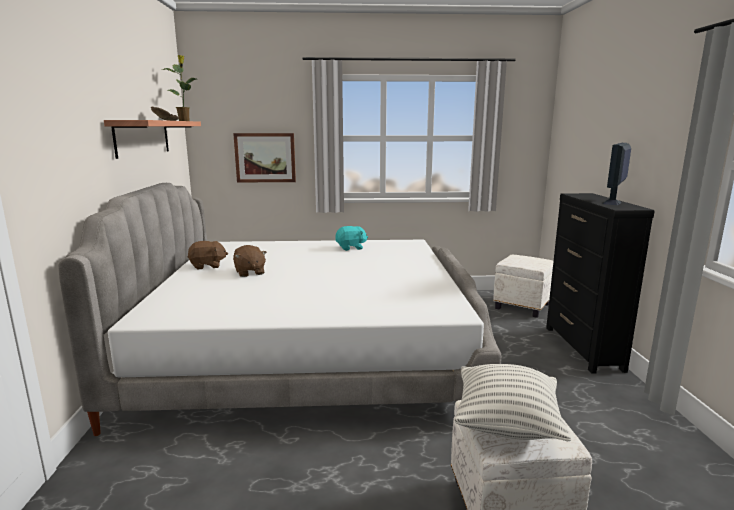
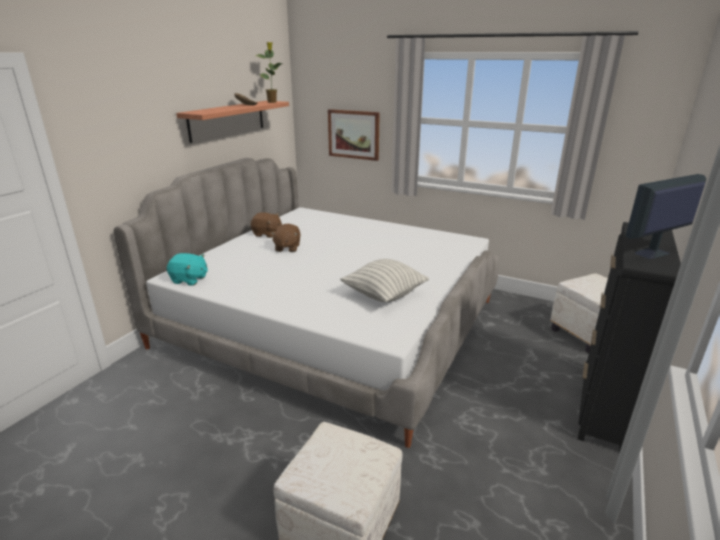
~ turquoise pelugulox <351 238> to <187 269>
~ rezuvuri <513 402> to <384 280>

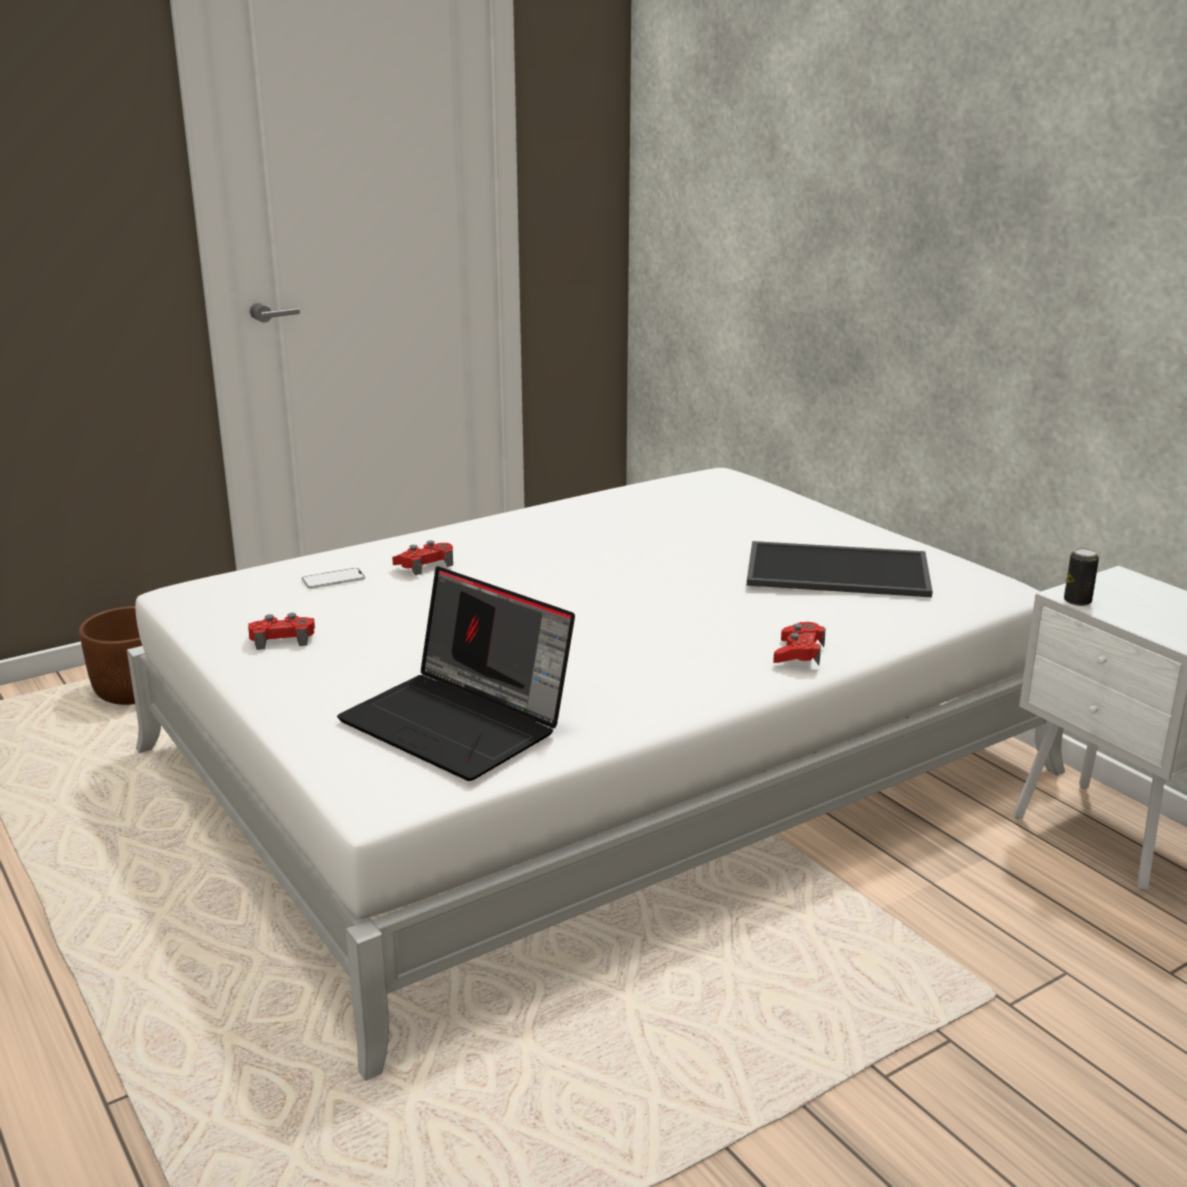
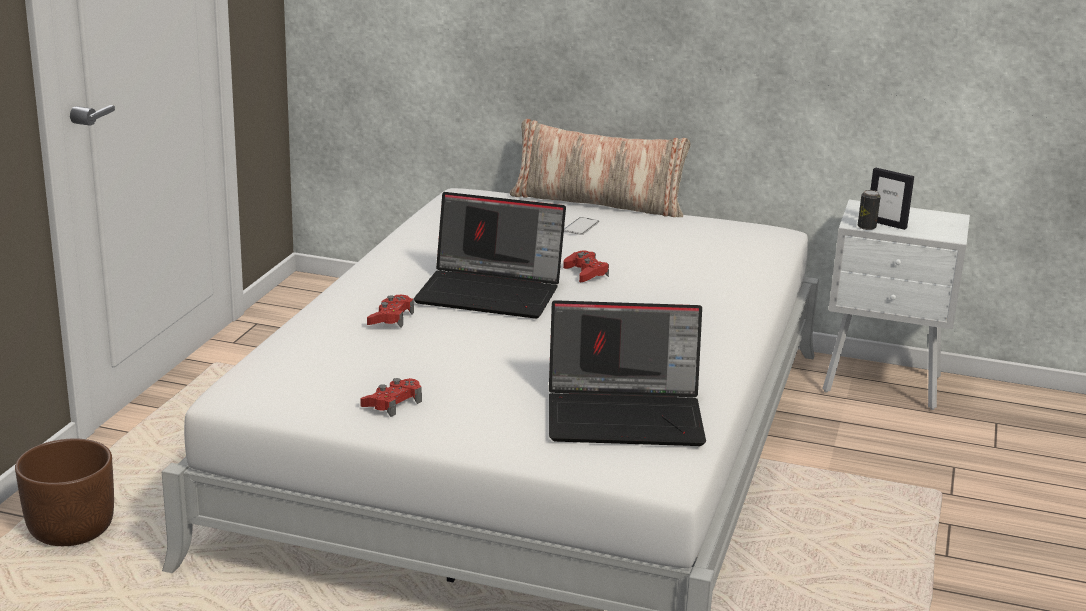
- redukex <840 569>
~ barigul <333 578> to <581 226>
~ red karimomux <799 643> to <586 266>
+ rezuvuri <600 168>
+ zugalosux <892 198>
+ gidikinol <490 255>

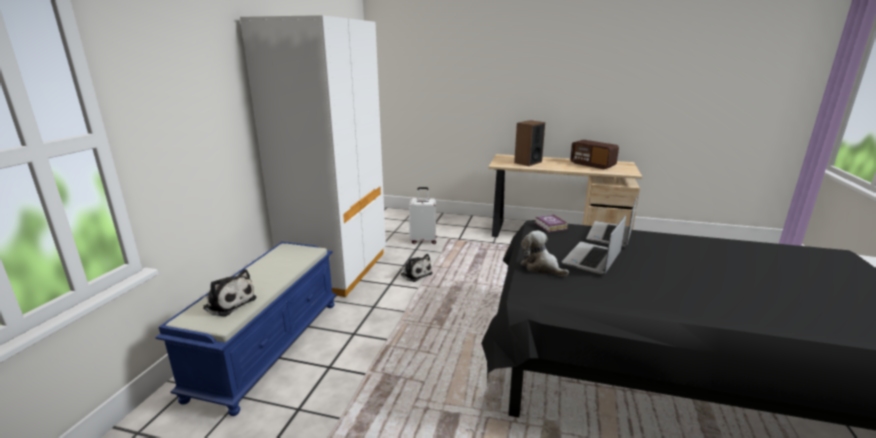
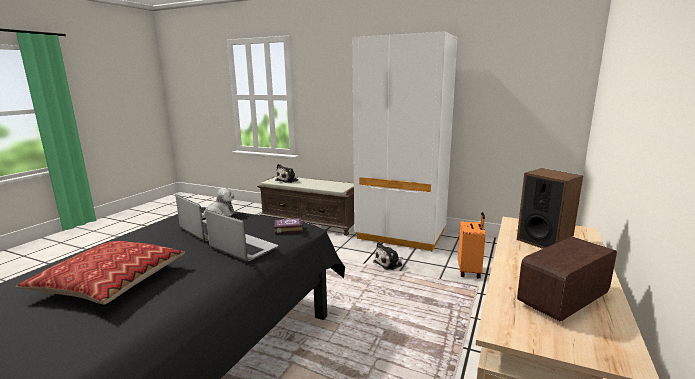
~ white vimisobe <422 215> to orange vimisobe <472 245>
~ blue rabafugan <246 329> to brown rabafugan <305 206>
+ rezuvuri <100 273>

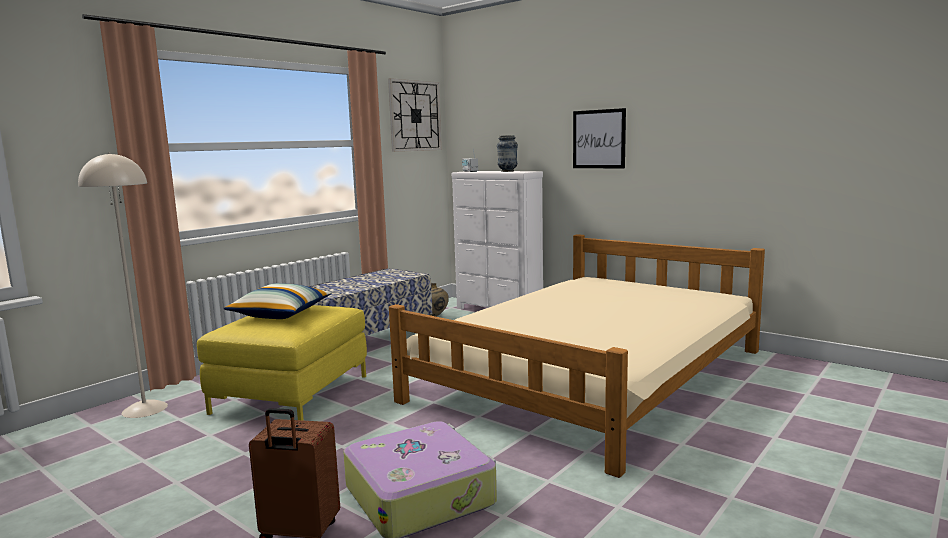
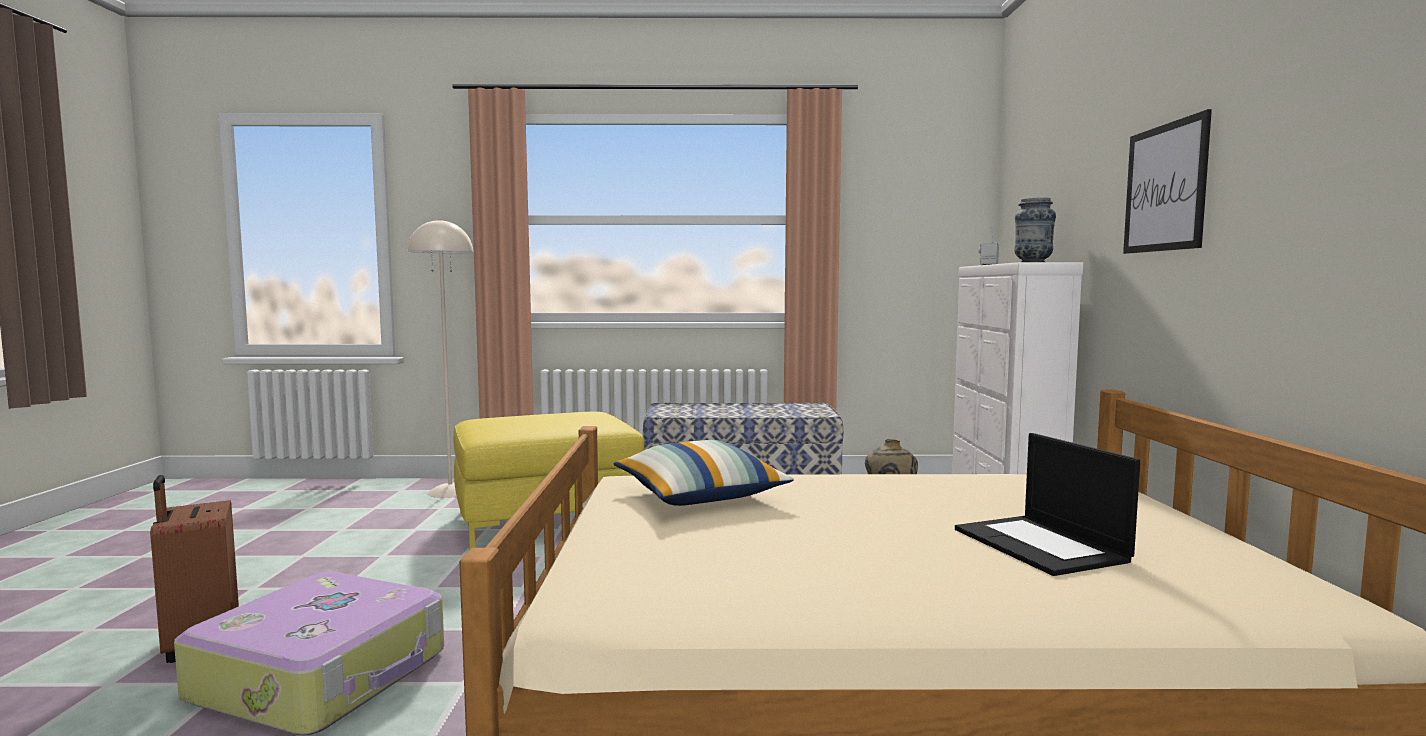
- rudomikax <415 115>
~ rezuvuri <278 301> to <704 473>
+ gidikinol <1047 504>

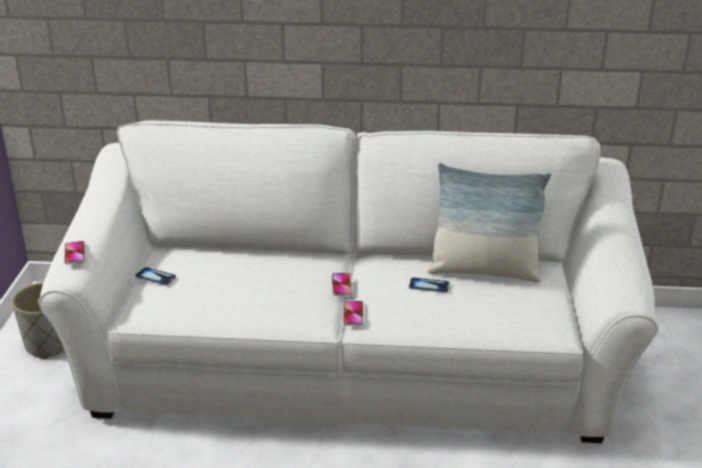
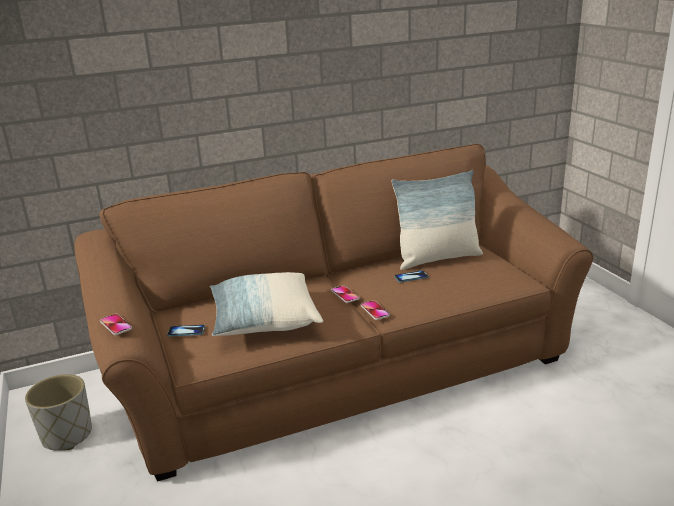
~ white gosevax <348 281> to brown gosevax <333 313>
+ rezuvuri <266 304>

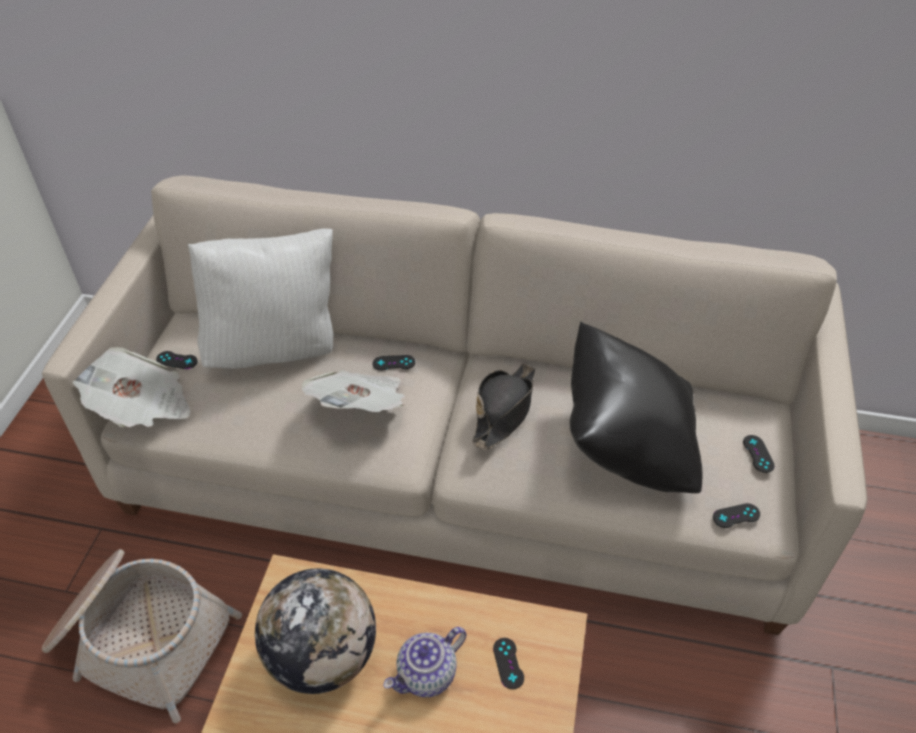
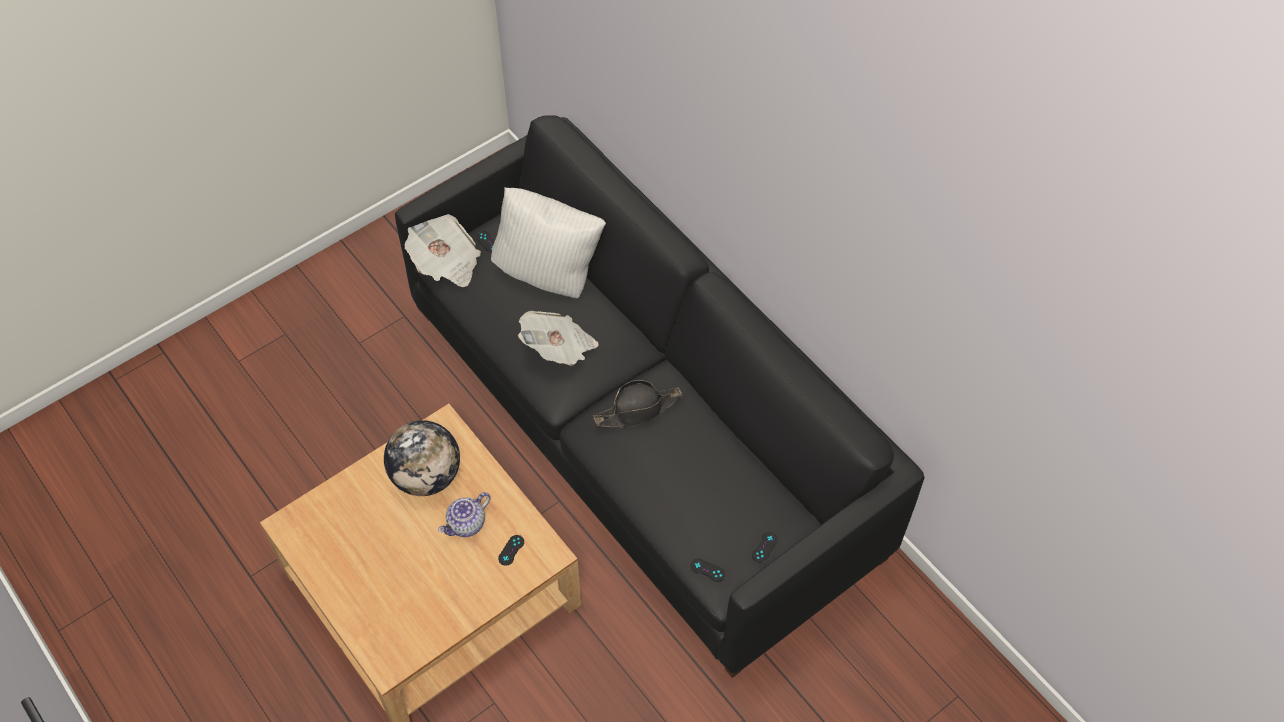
~ beige gosevax <454 405> to black gosevax <660 396>
- black rezuvuri <636 407>
- black karimomux <393 363>
- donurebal <142 636>
~ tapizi <424 662> = <464 514> 45 degrees counterclockwise

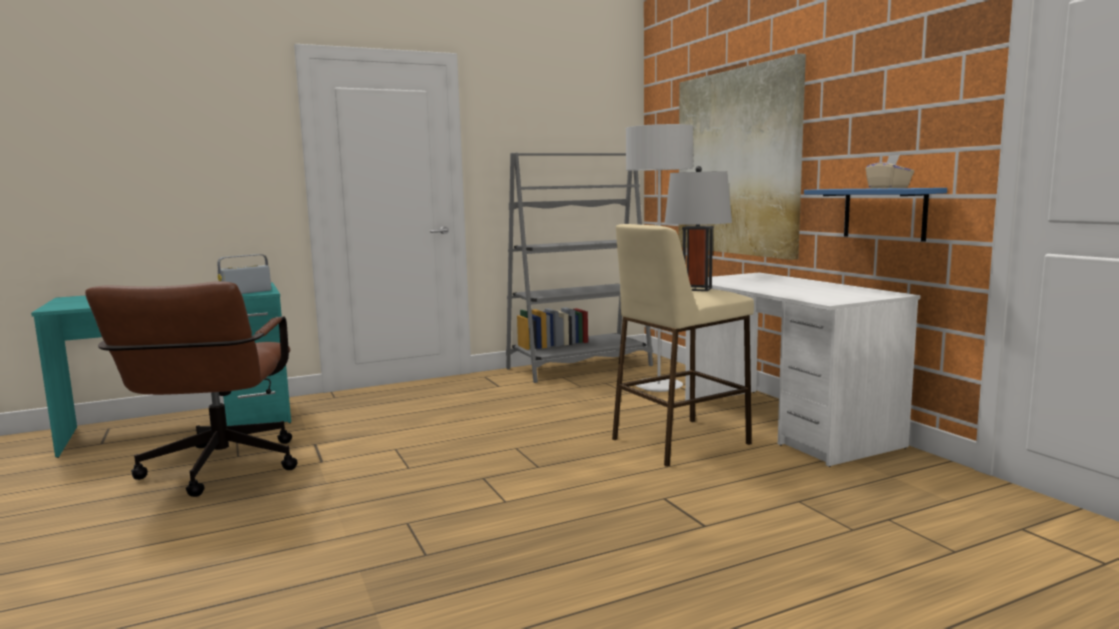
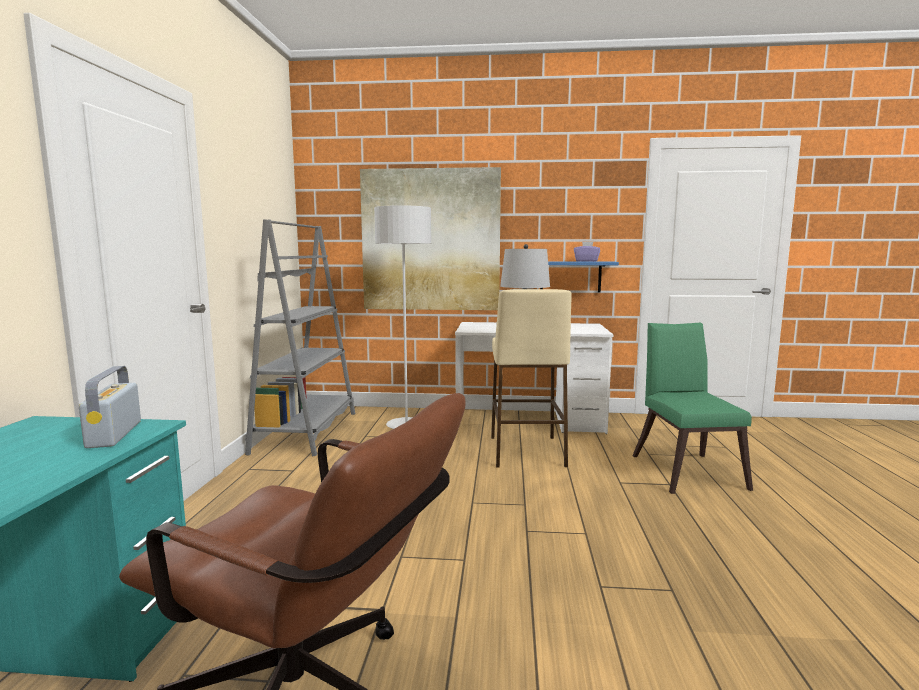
~ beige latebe <890 171> to purple latebe <587 252>
+ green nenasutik <692 408>

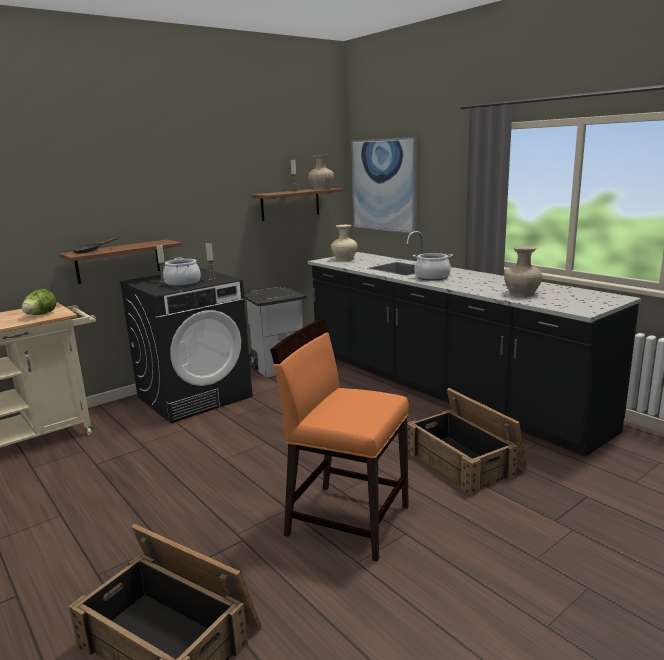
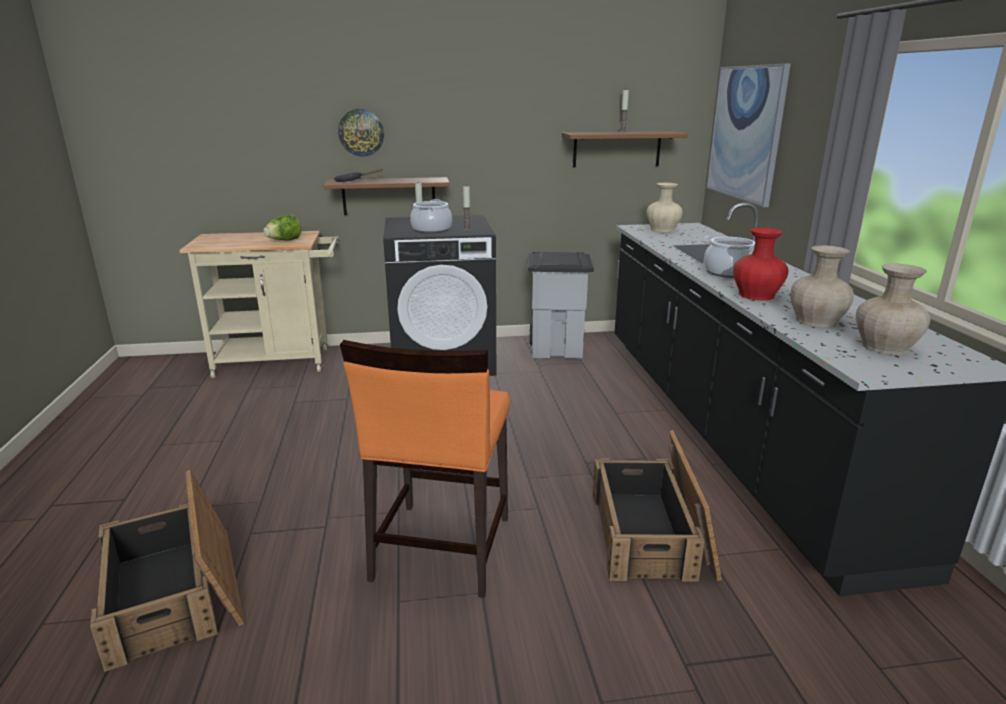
~ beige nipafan <321 172> to <893 309>
~ orange nenasutik <339 440> = <425 469> 135 degrees counterclockwise
+ rudomikax <361 132>
+ red nipafan <760 264>

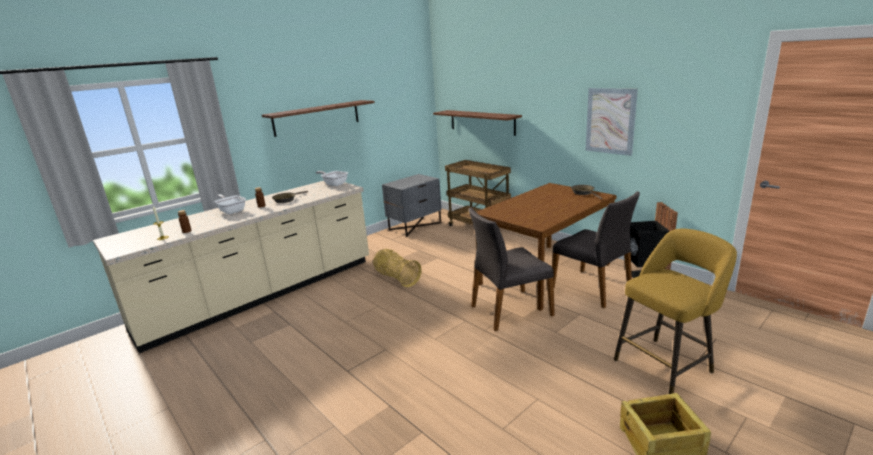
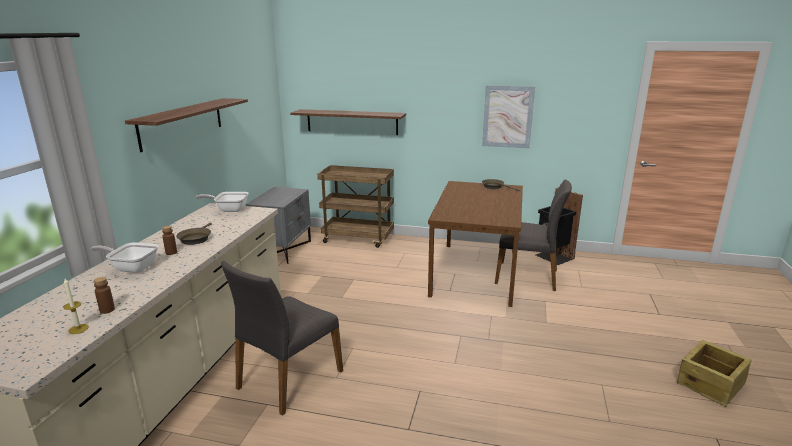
~ grey nenasutik <512 269> to <282 338>
- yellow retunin <675 311>
- donurebal <397 268>

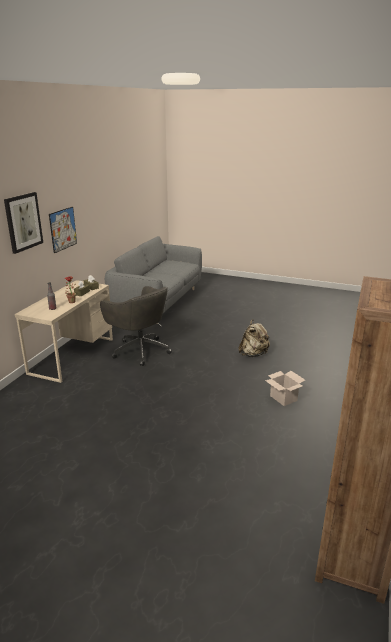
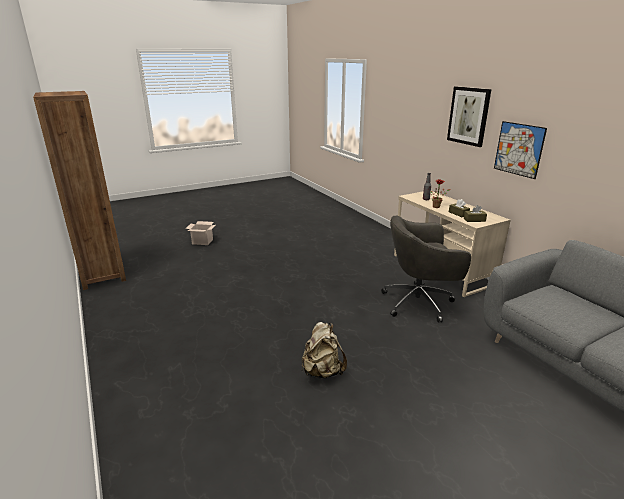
~ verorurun <285 388> to <200 233>

